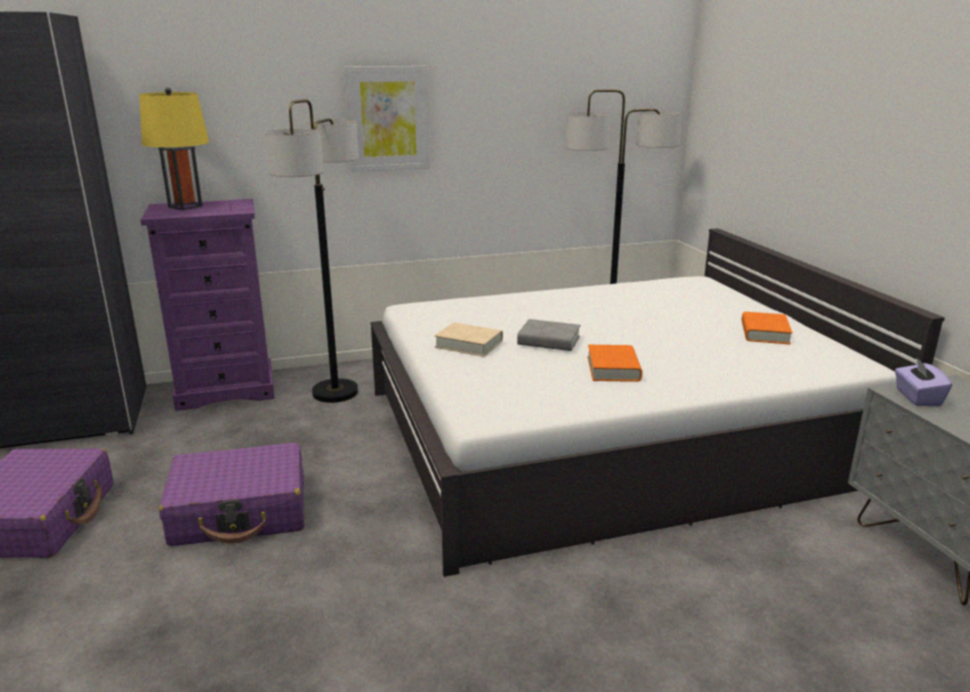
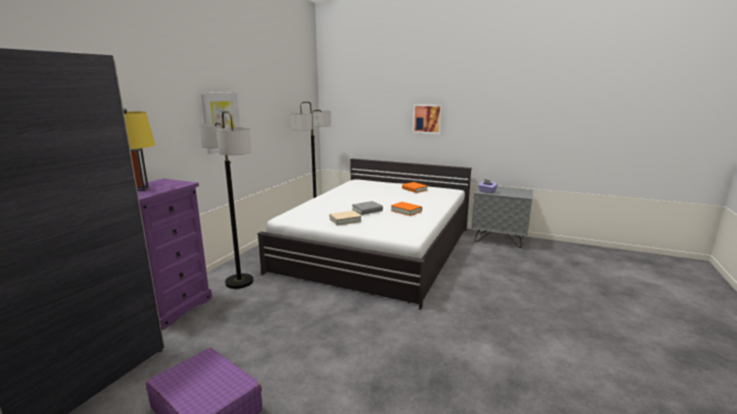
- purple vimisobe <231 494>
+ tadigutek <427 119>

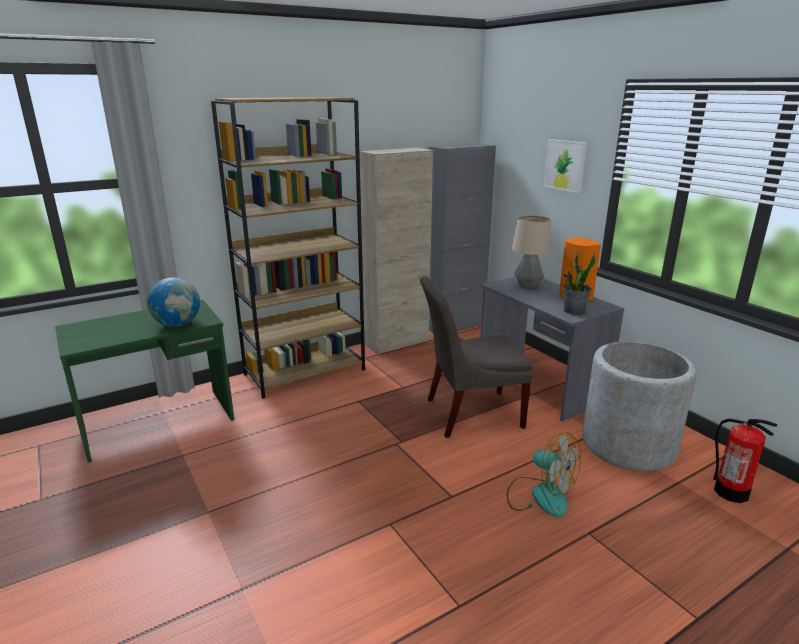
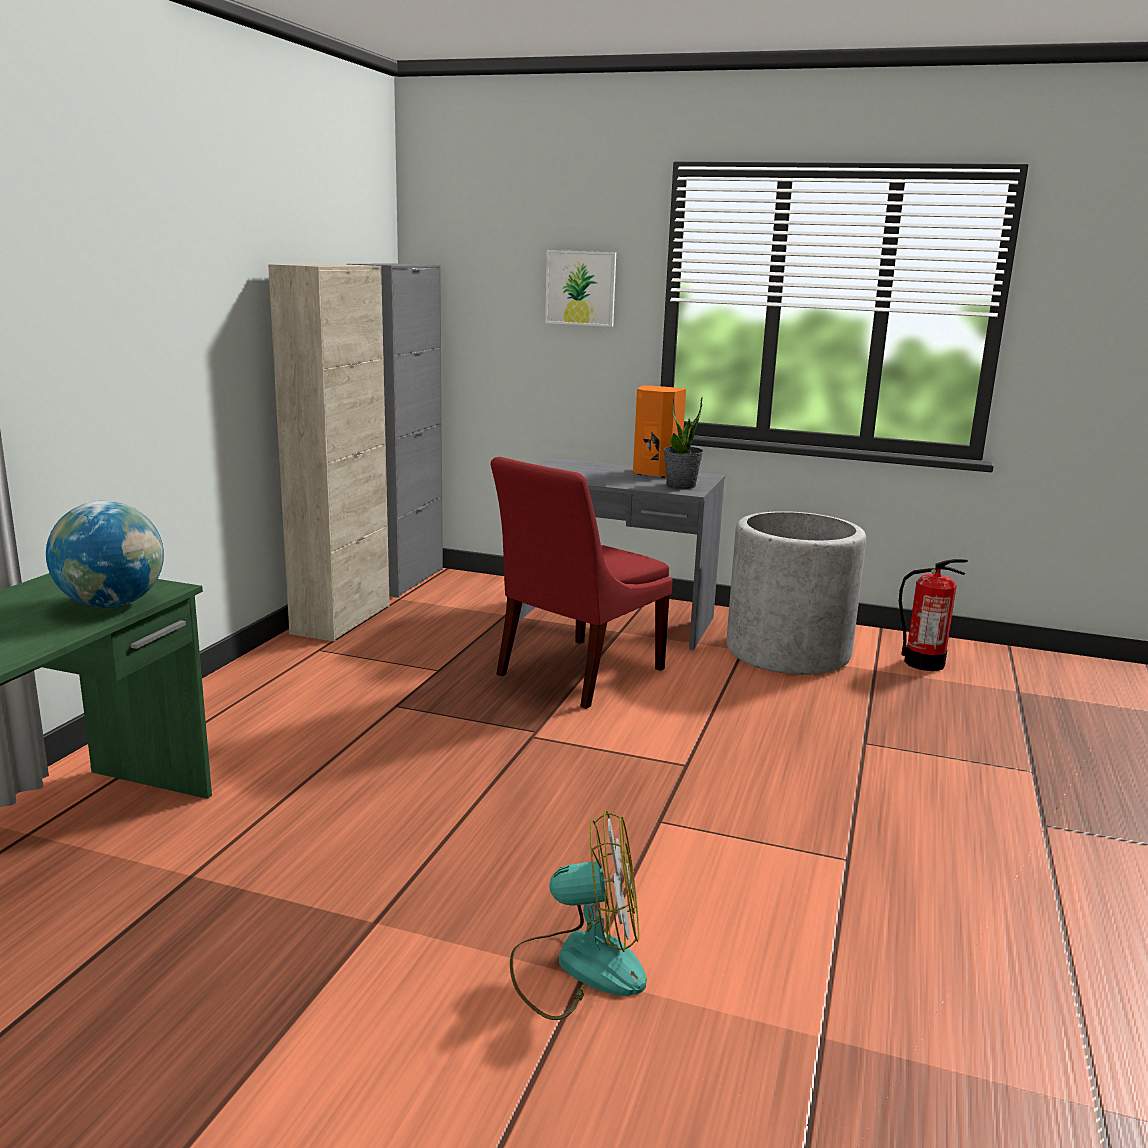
- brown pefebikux <288 248>
- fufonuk <531 252>
~ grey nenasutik <476 357> to red nenasutik <581 583>
~ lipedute <543 474> to <578 915>

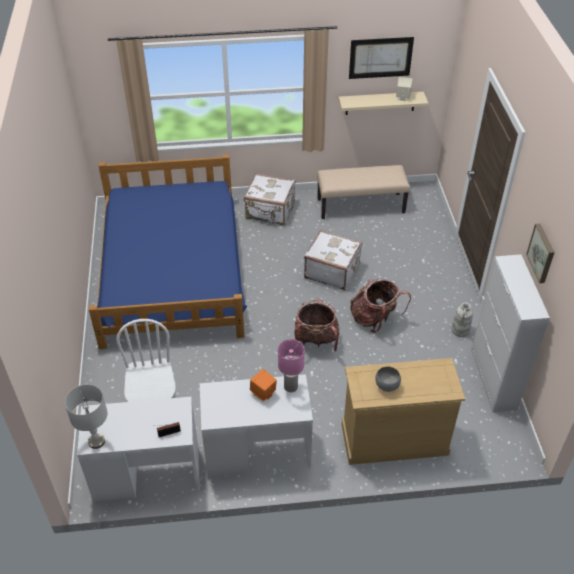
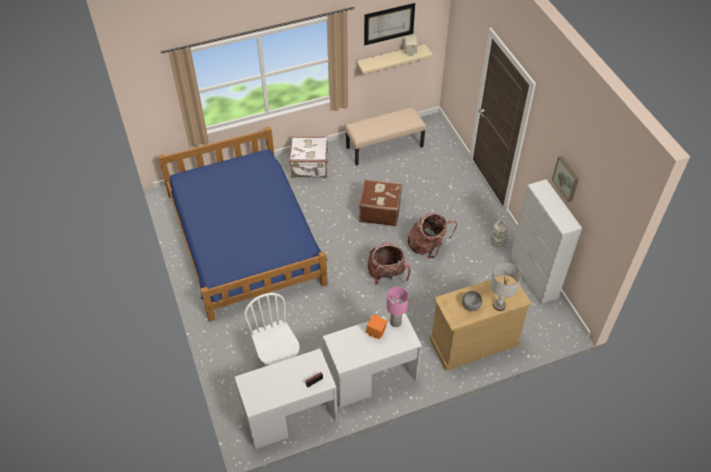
~ white vimisobe <333 260> to brown vimisobe <380 202>
~ grey fufonuk <86 416> to <506 286>

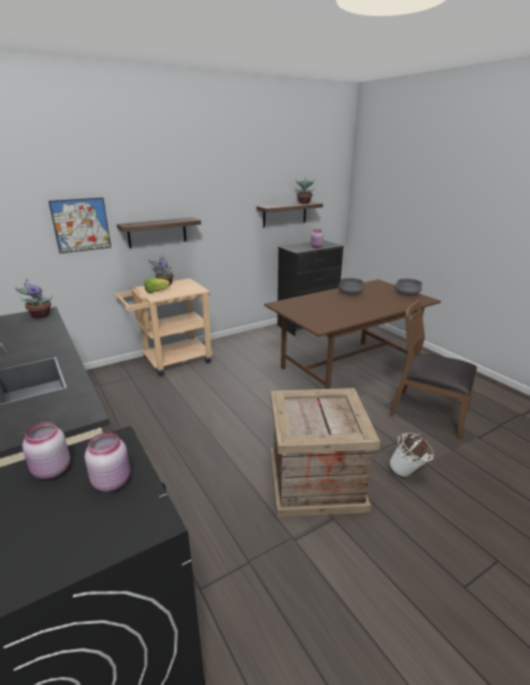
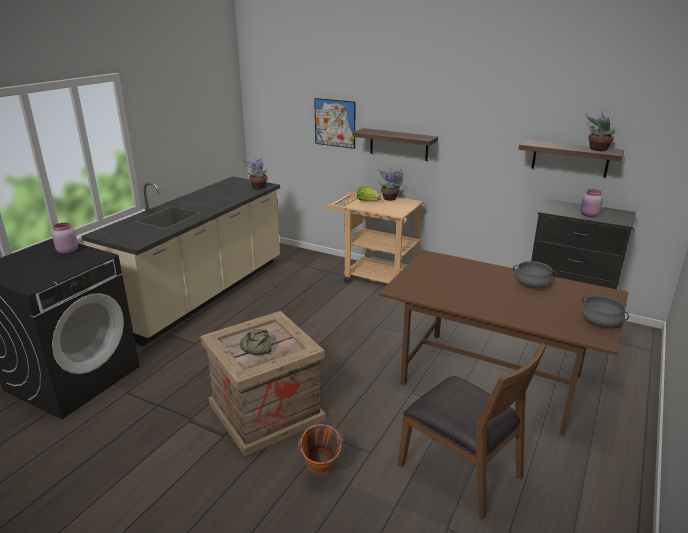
~ brown nenasutik <433 369> = <472 431> 135 degrees clockwise
- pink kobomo <107 462>
~ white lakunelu <411 455> to orange lakunelu <320 449>
+ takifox <256 342>

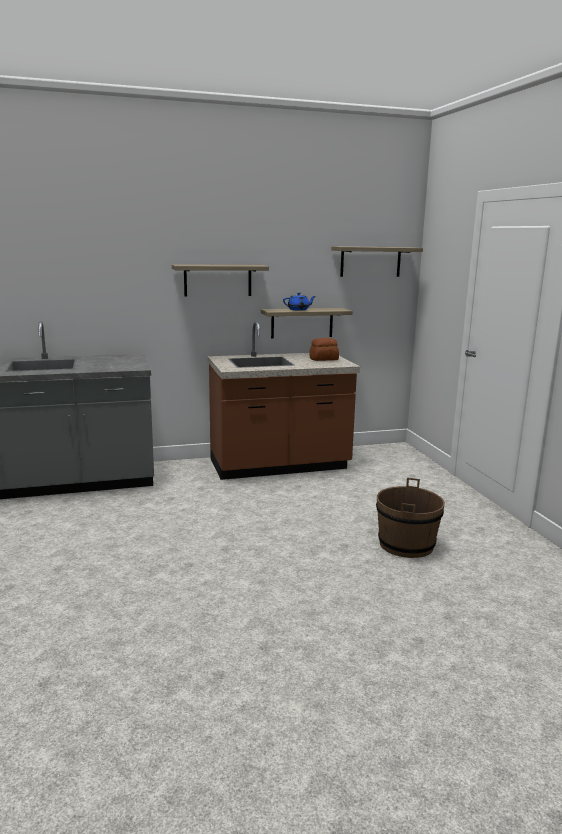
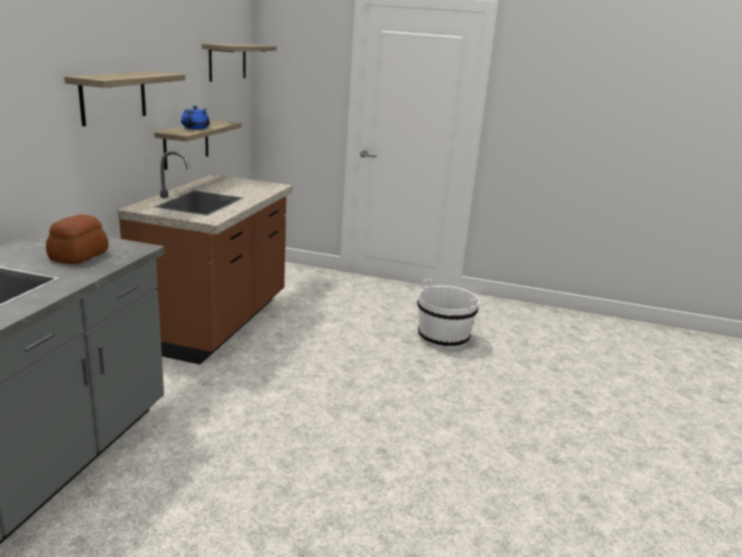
~ takifox <324 349> to <77 239>
~ brown lakunelu <410 518> to white lakunelu <448 314>

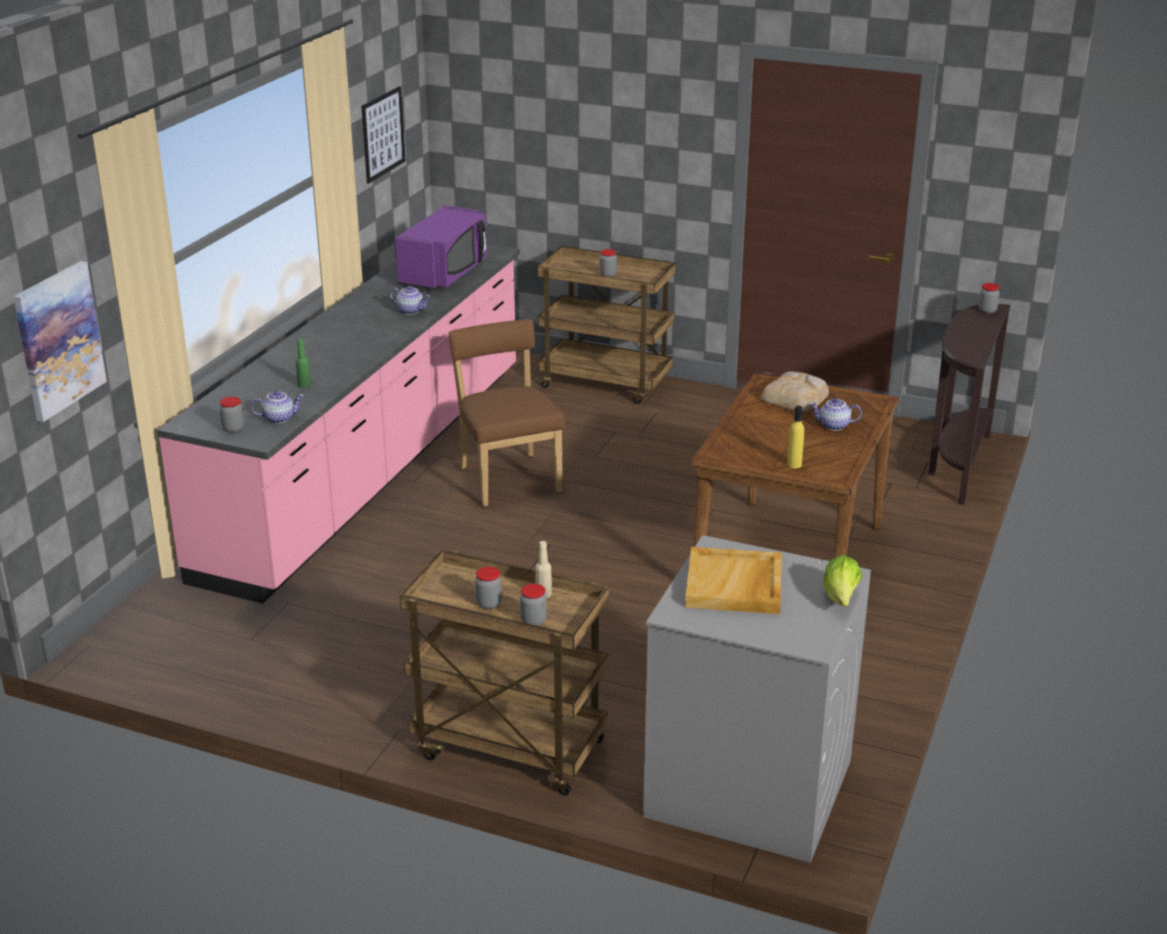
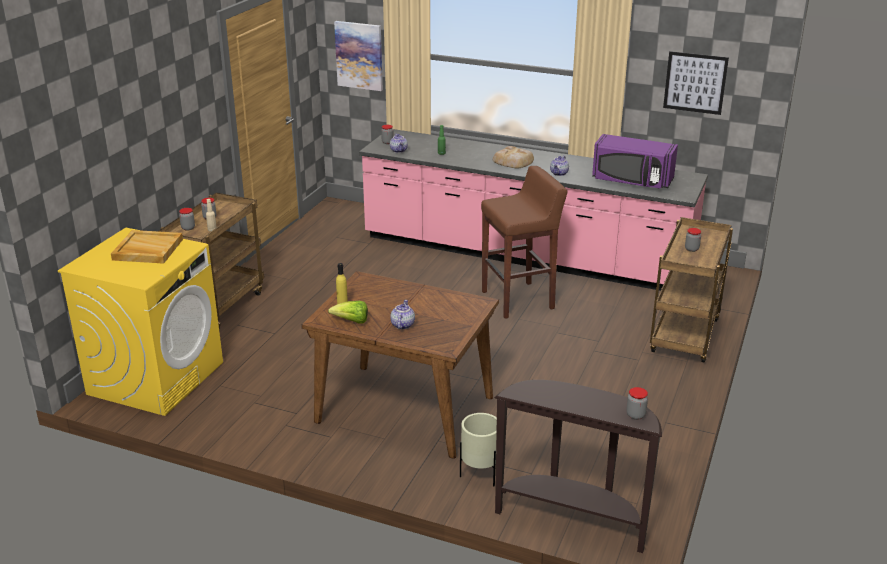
~ brown nenasutik <507 412> to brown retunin <524 242>
~ takifox <795 391> to <513 157>
~ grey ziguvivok <757 699> to yellow ziguvivok <140 322>
~ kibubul <842 580> to <348 312>
+ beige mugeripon <478 449>

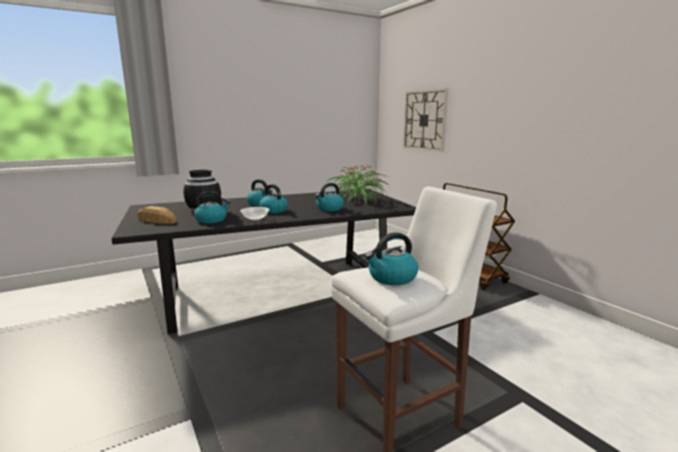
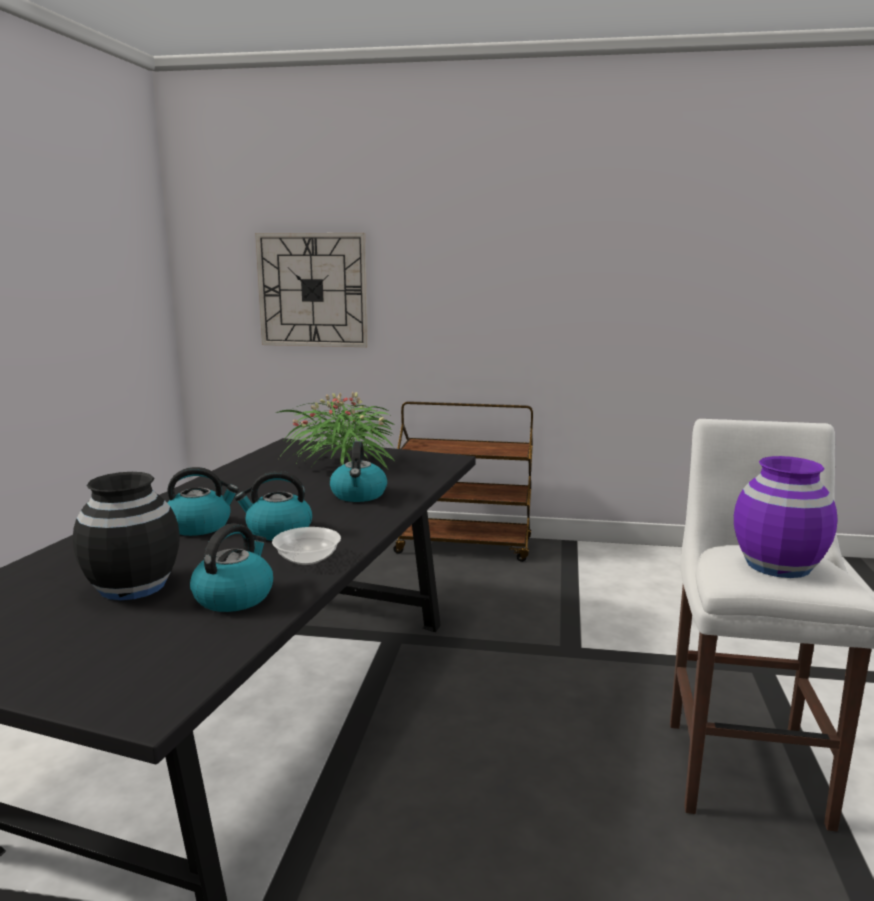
- takifox <156 215>
~ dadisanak <391 258> to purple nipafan <786 517>

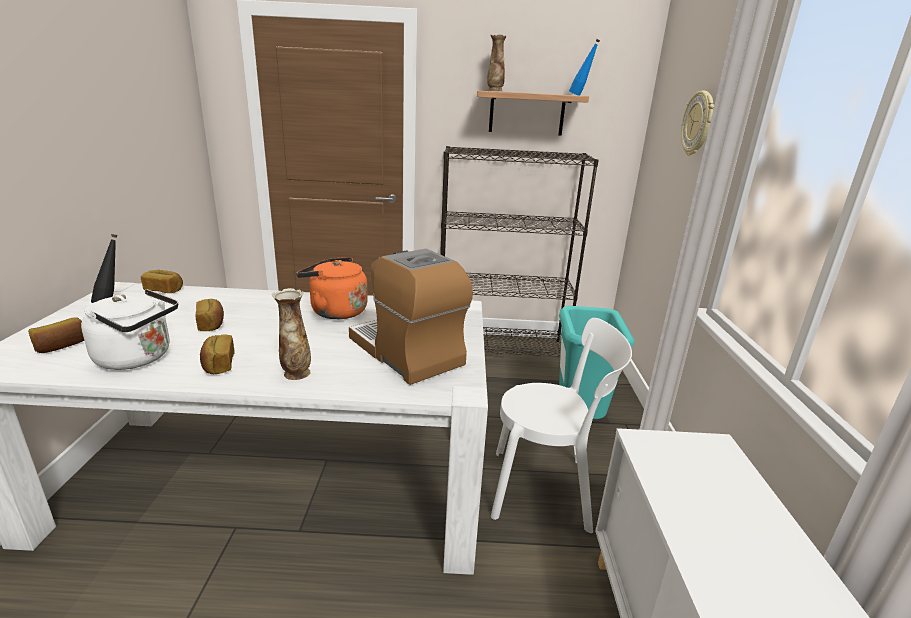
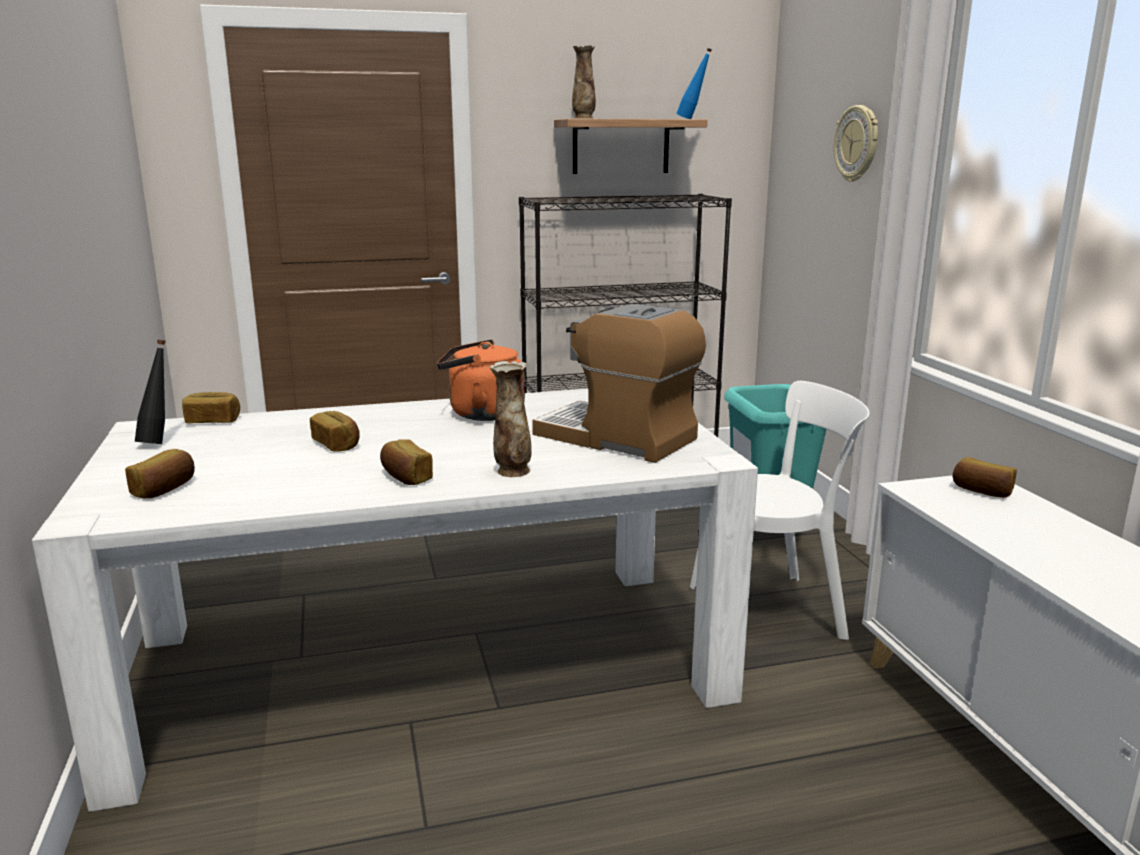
- white dadisanak <129 329>
+ takifox <985 477>

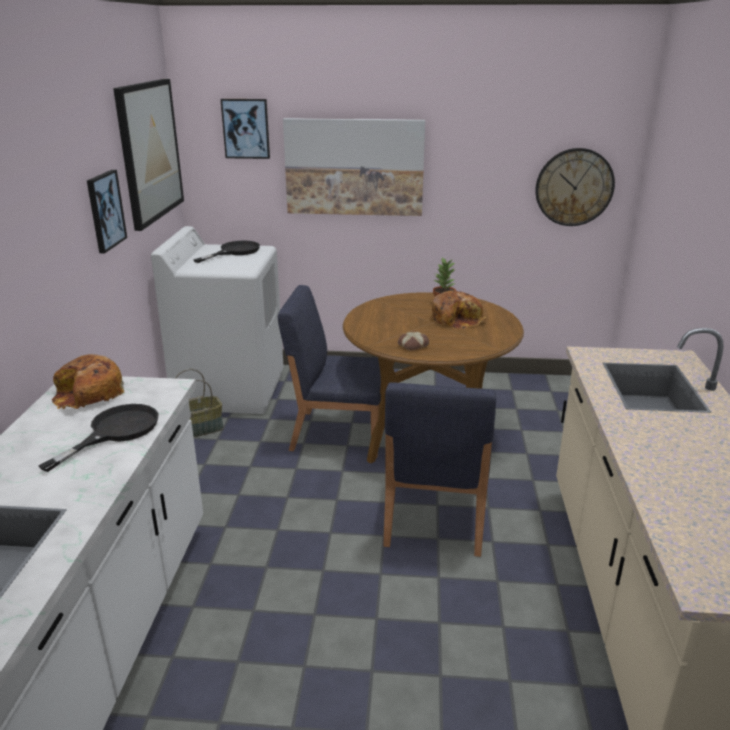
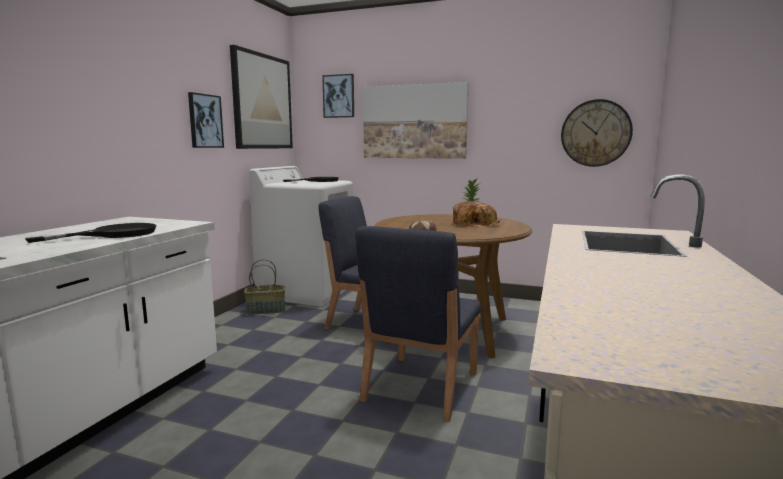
- takifox <88 381>

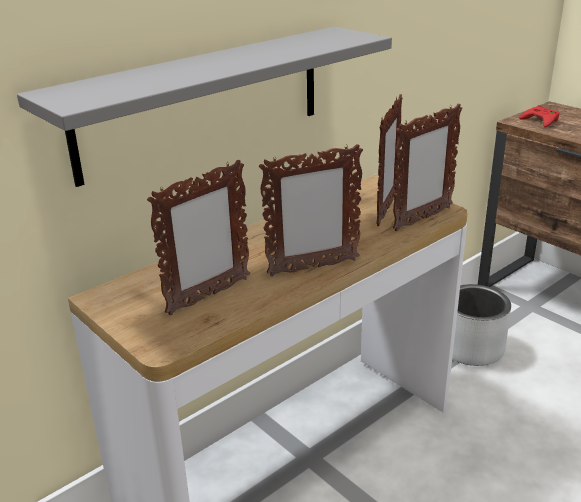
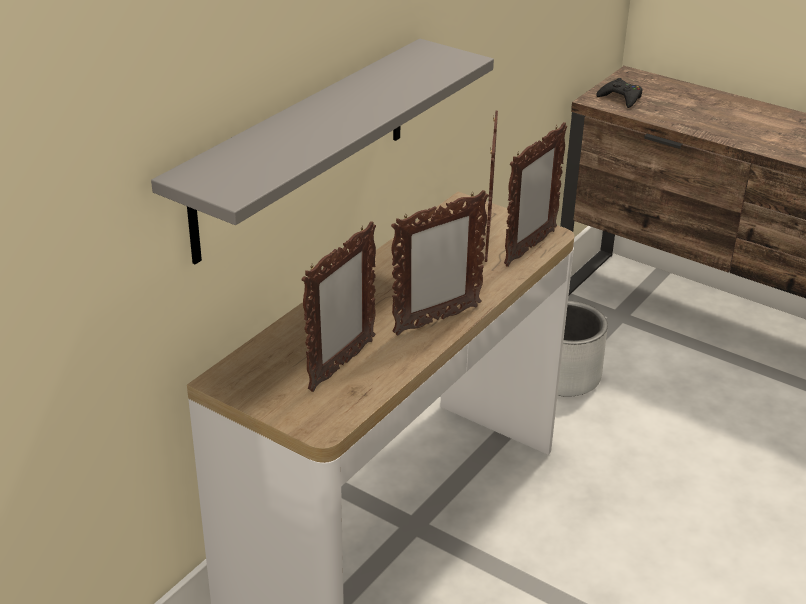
~ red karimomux <539 116> to black karimomux <619 93>

